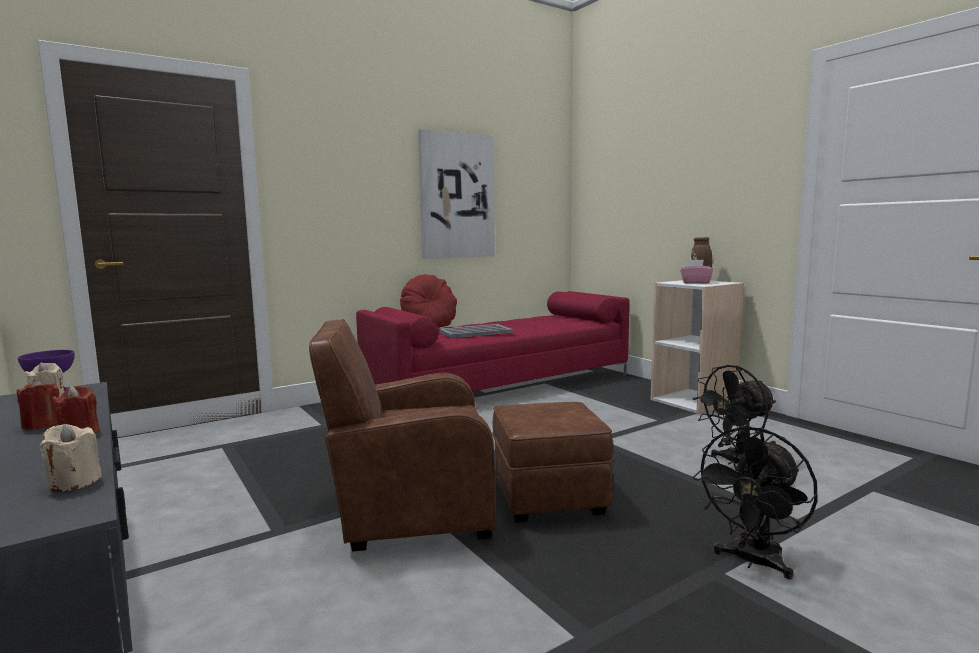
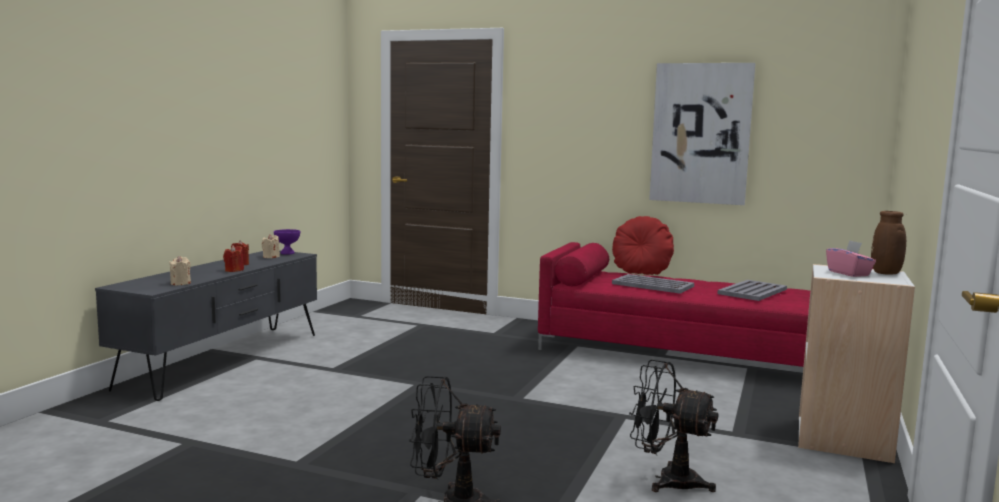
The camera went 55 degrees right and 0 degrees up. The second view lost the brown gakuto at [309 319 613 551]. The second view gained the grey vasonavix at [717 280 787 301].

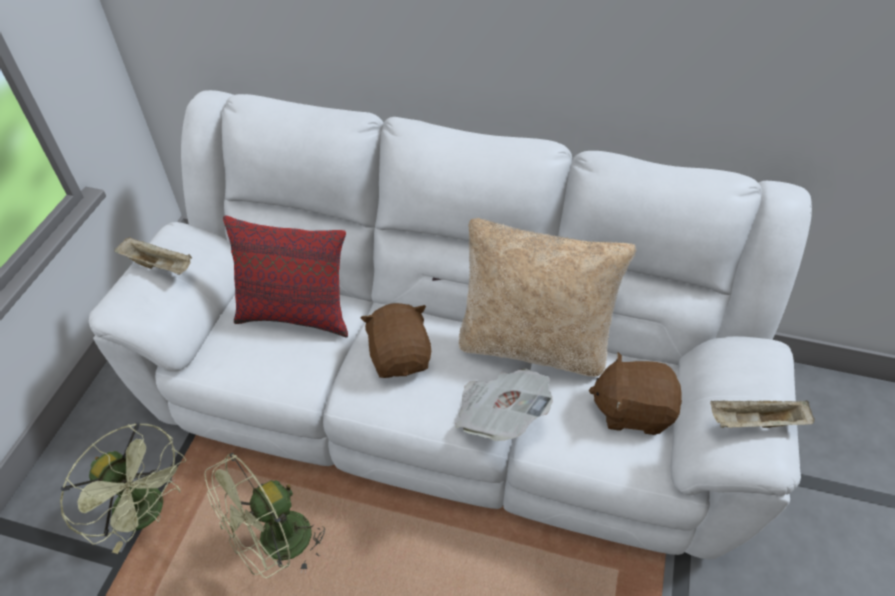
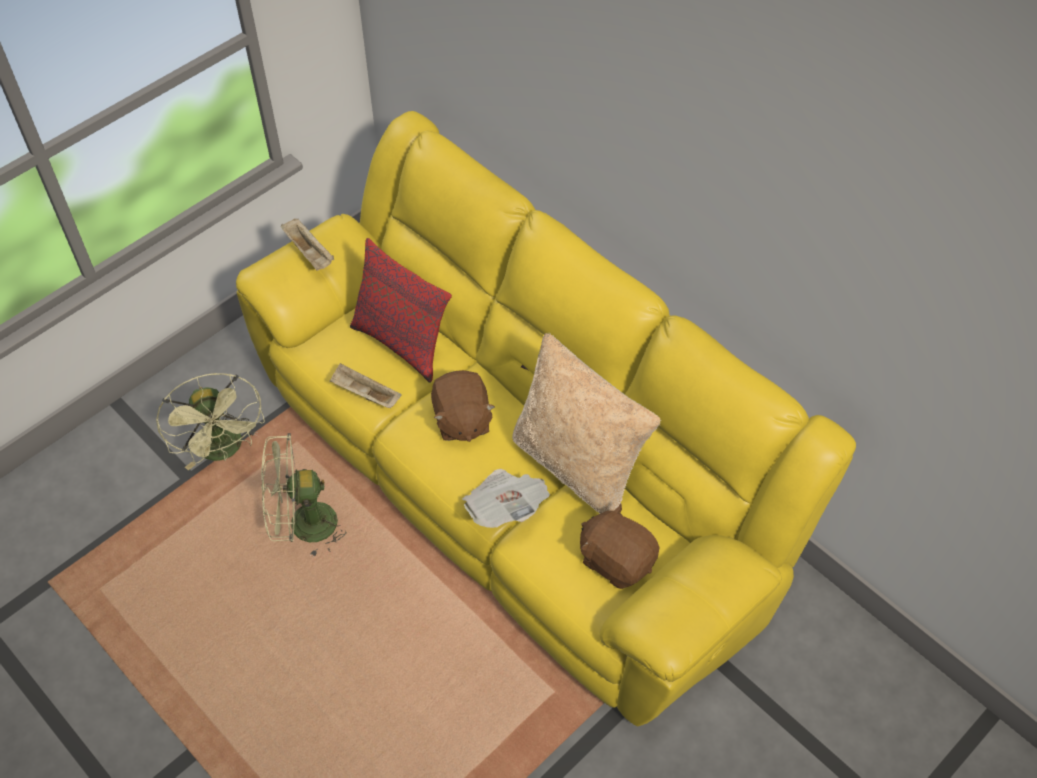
The camera went 30 degrees right and 5 degrees up. The beige vasonavix ended up elsewhere, having gone from [710 400 815 428] to [330 363 402 408]. What was the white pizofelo at [89 90 812 559] turned into the yellow pizofelo at [236 111 856 726]. The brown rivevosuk at [361 303 431 378] ended up facing another way, 150 degrees clockwise from before.

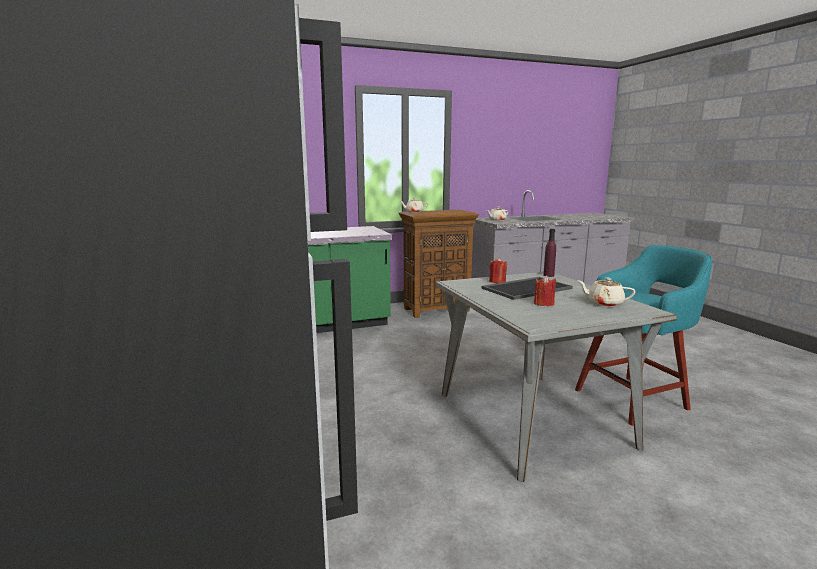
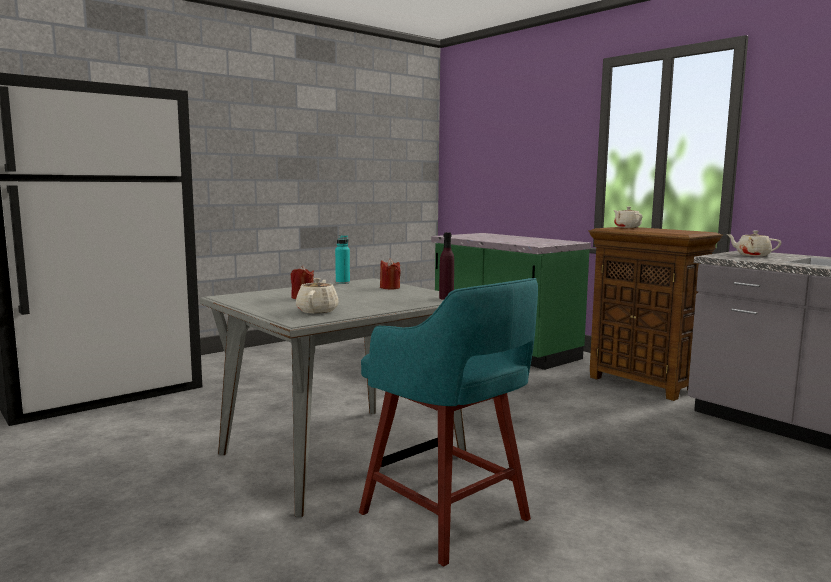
The camera went 70 degrees right and 5 degrees down. The second view lost the vasonavix at [482 277 573 300]. The second view gained the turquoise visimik at [335 235 350 284].

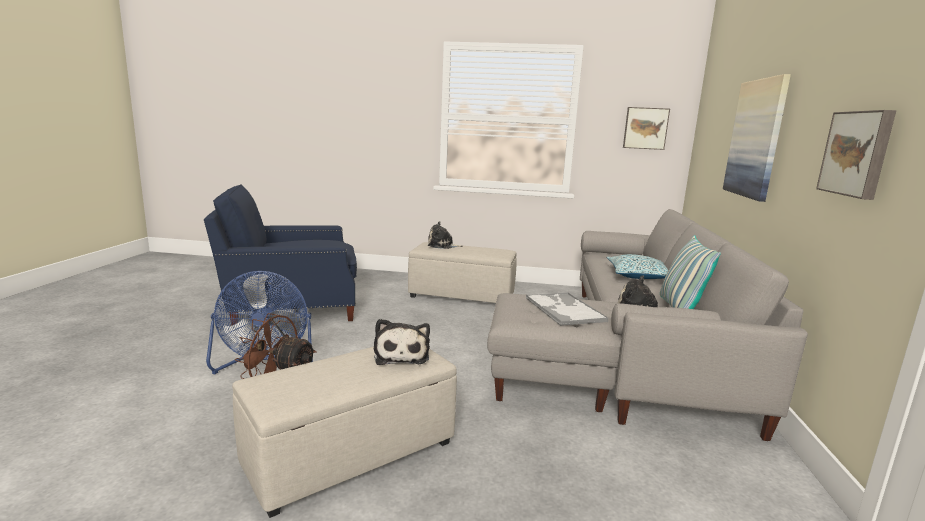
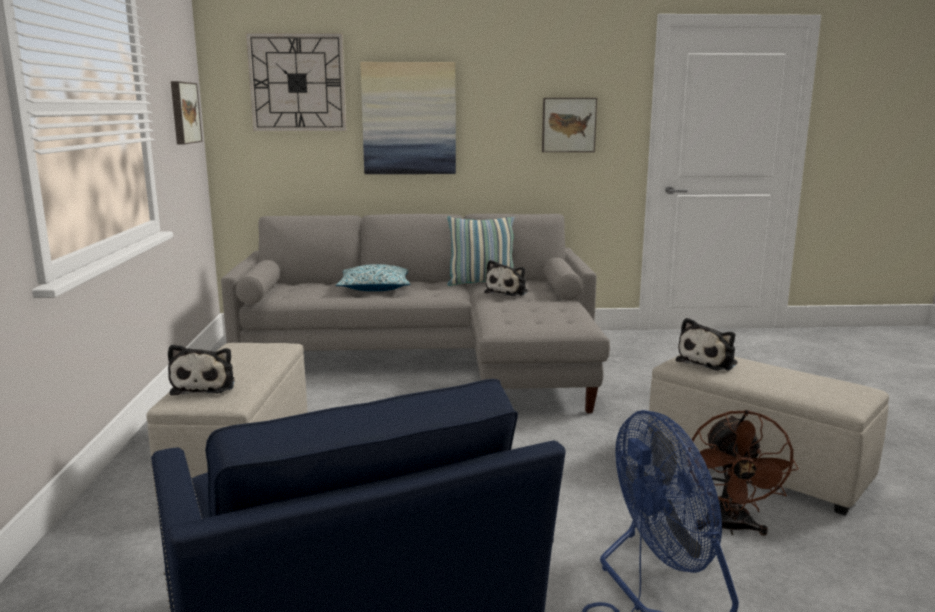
The camera went 100 degrees left and 0 degrees up. The second view lost the vasonavix at [526 292 608 326]. The second view gained the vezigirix at [246 33 346 131]. The rivevosuk at [374 319 430 365] ended up facing another way, 150 degrees clockwise from before.

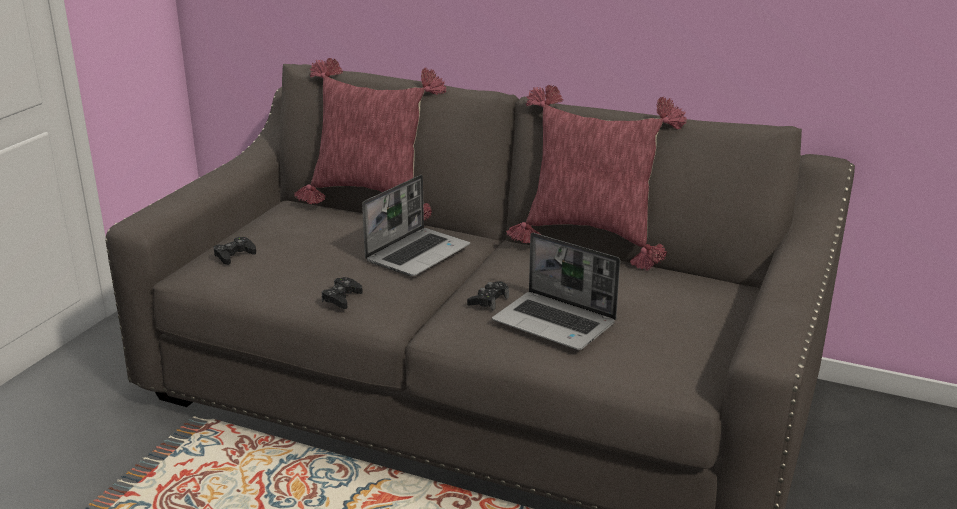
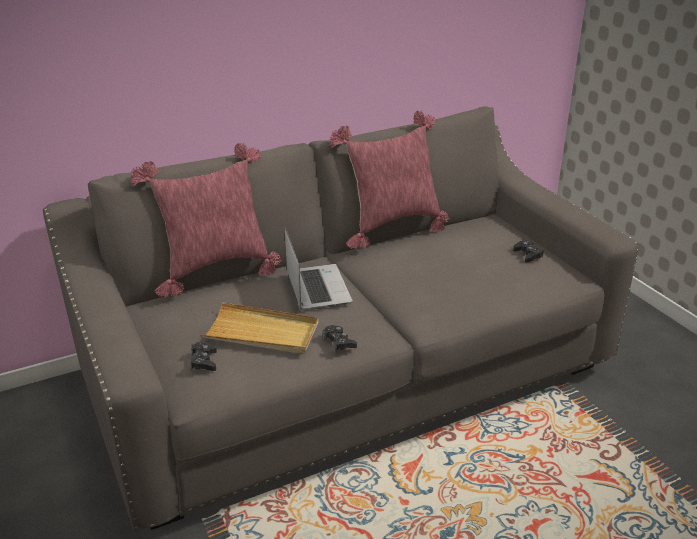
The camera went 50 degrees left and 5 degrees up. The second view lost the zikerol at [492 233 620 350]. The second view gained the beige vasonavix at [200 302 318 354]. The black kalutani ended up elsewhere, having gone from [467 281 509 311] to [513 240 544 263].

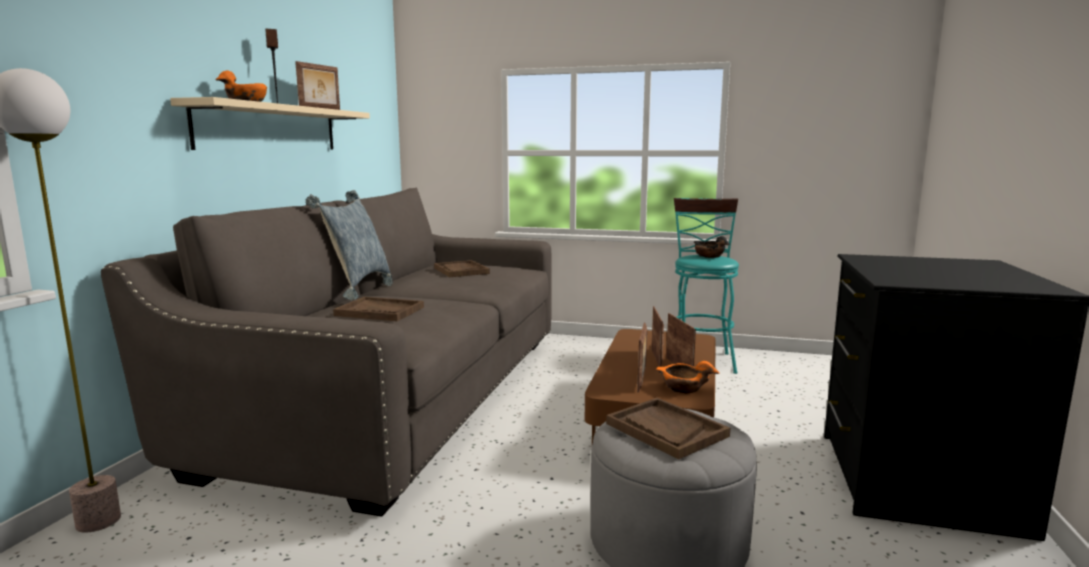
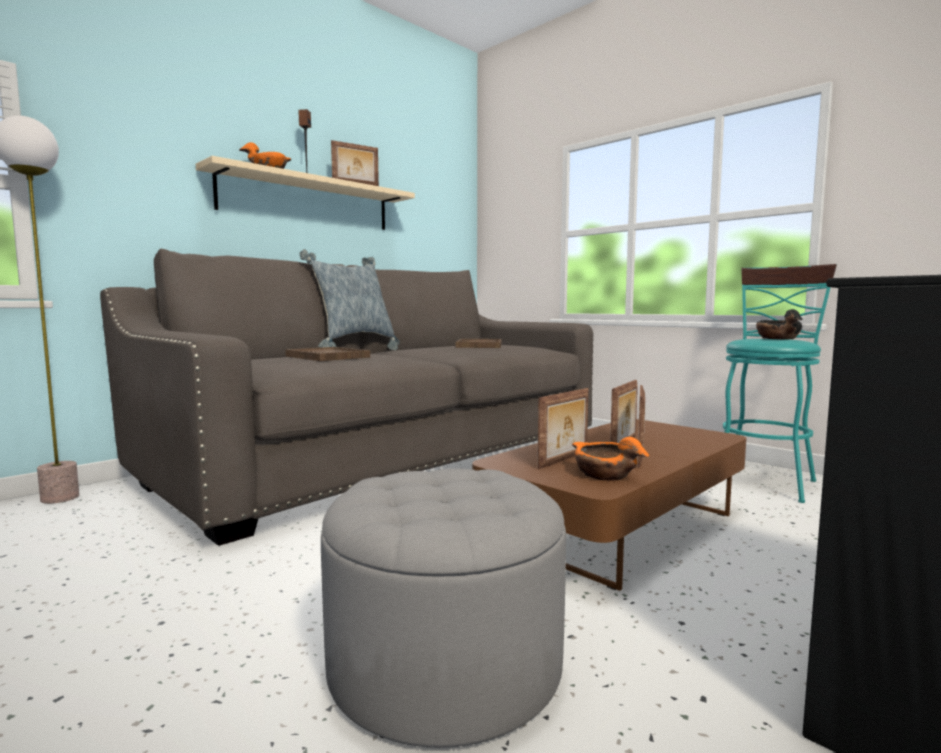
The camera went 30 degrees right and 5 degrees down. The second view lost the brown vasonavix at [606 398 730 460].

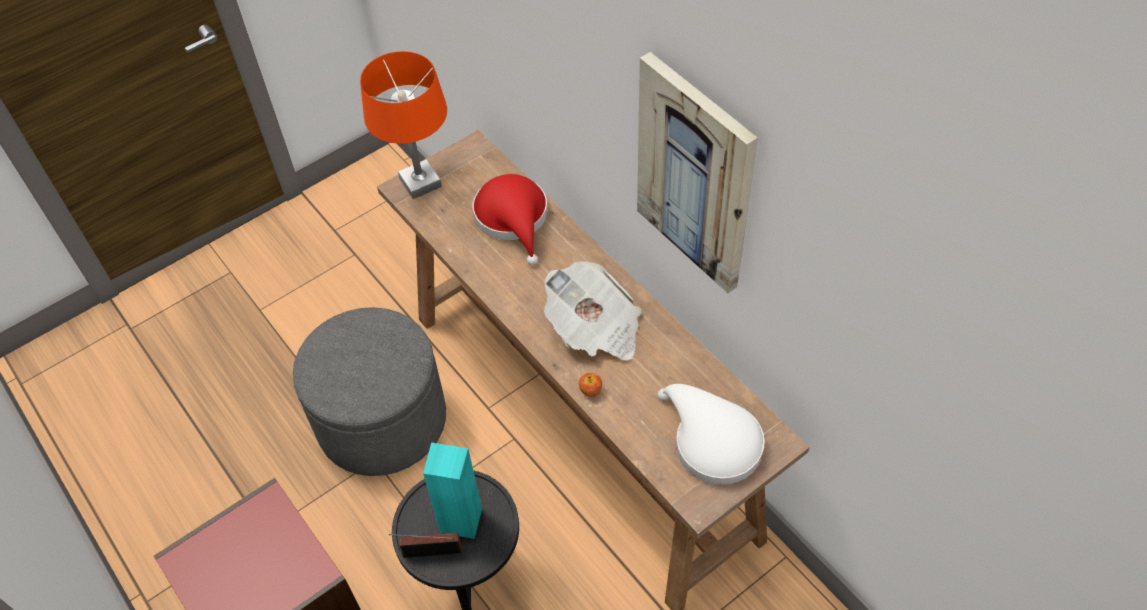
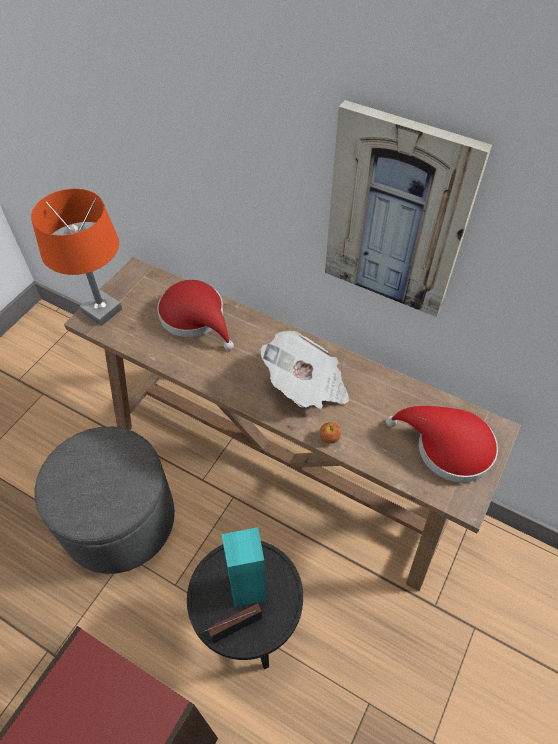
The camera went 25 degrees left and 0 degrees up. What was the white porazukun at [657 384 765 485] turned into the red porazukun at [386 406 498 483].

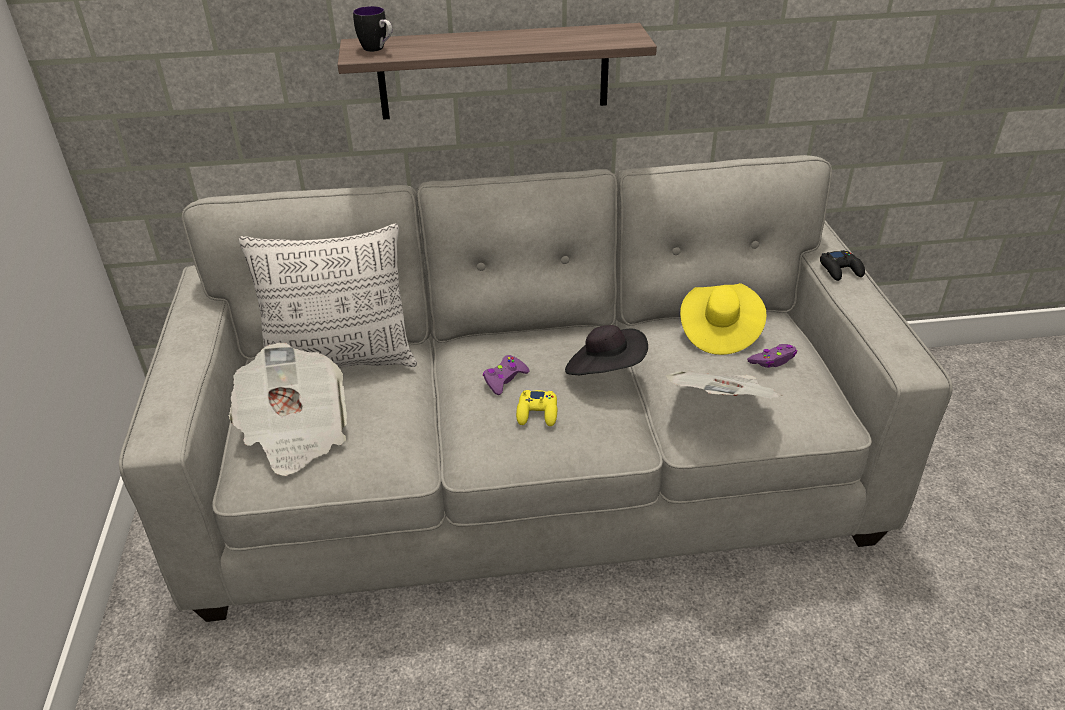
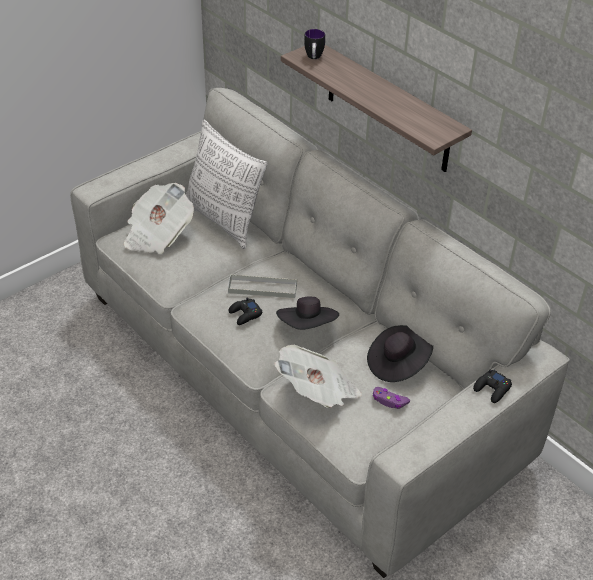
The camera went 55 degrees right and 5 degrees up. Where the purple kalutani stood at [483 355 530 395], the grey vasonavix came to stand at [228 274 297 298]. What was the yellow kalutani at [516 390 558 426] turned into the black kalutani at [229 297 262 325]. What was the yellow porazukun at [680 283 766 355] turned into the black porazukun at [367 325 433 382].

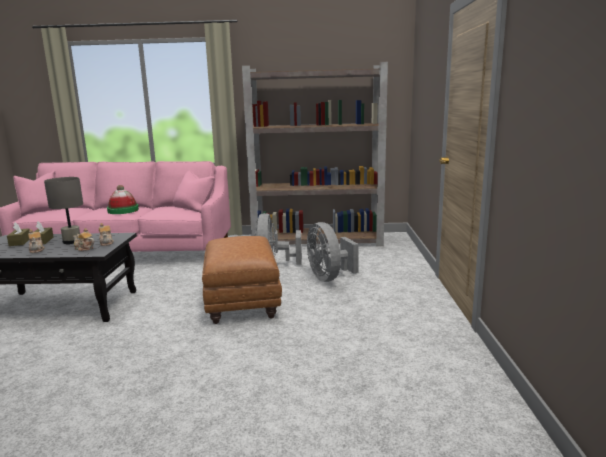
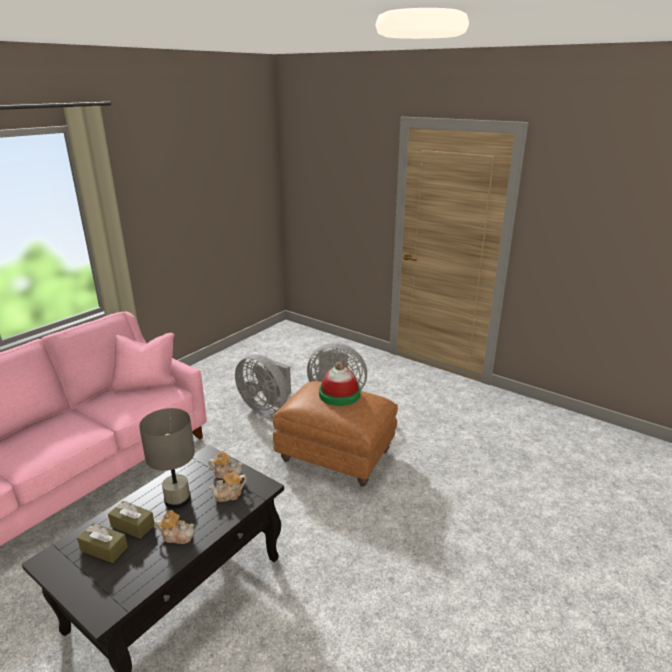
The camera went 55 degrees left and 10 degrees up. The second view lost the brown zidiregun at [242 62 388 246]. The porazukun ended up elsewhere, having gone from [107 185 139 214] to [319 361 361 406].

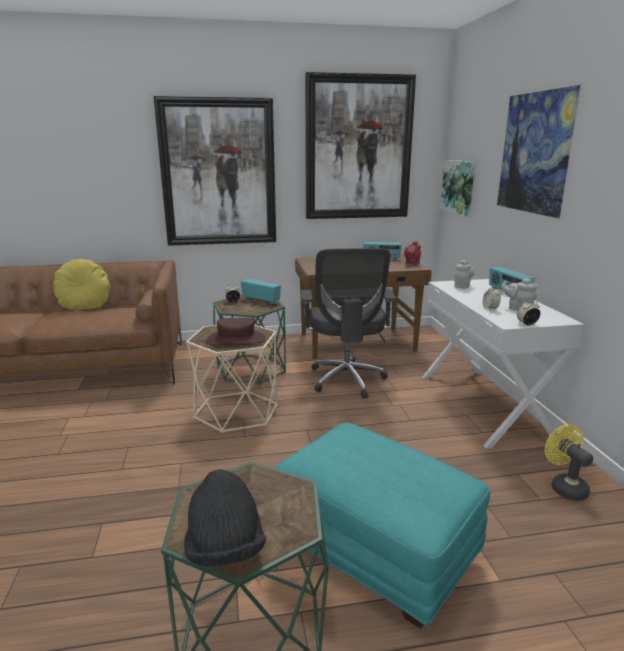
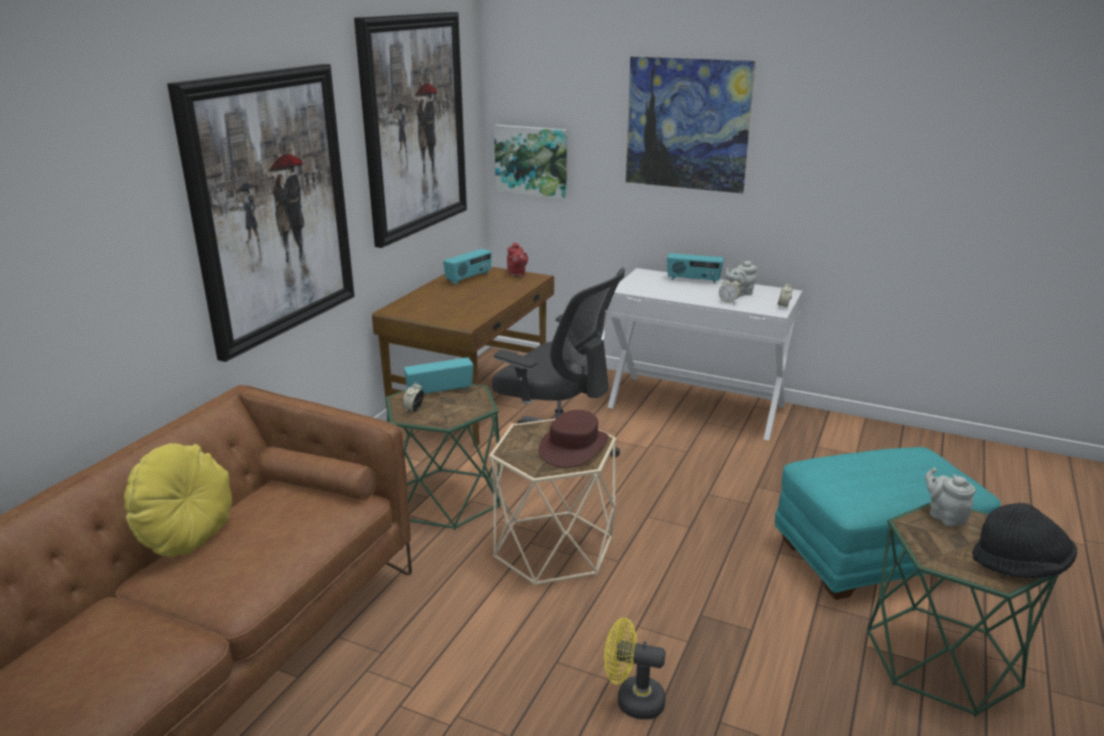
The camera went 55 degrees left and 5 degrees up. The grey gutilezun ended up elsewhere, having gone from [454 260 475 289] to [925 467 975 527]. The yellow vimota ended up elsewhere, having gone from [545 425 593 501] to [604 618 666 720].

